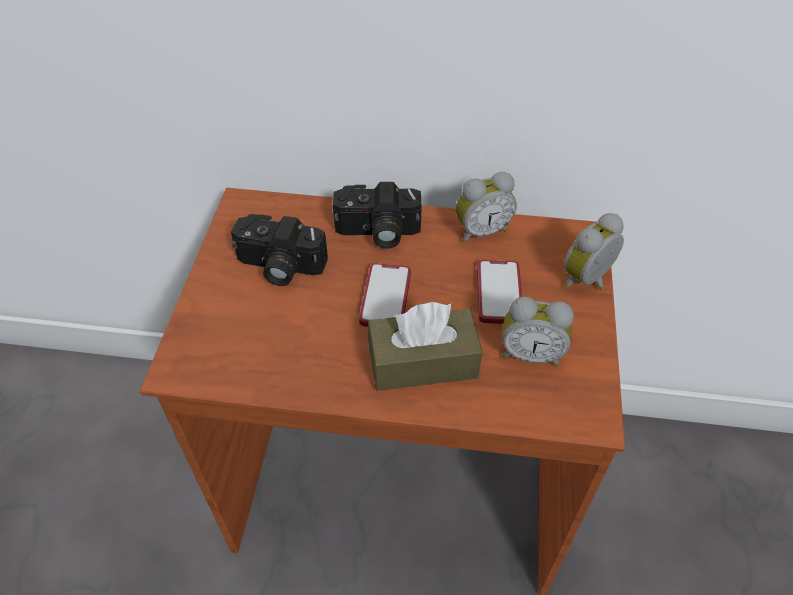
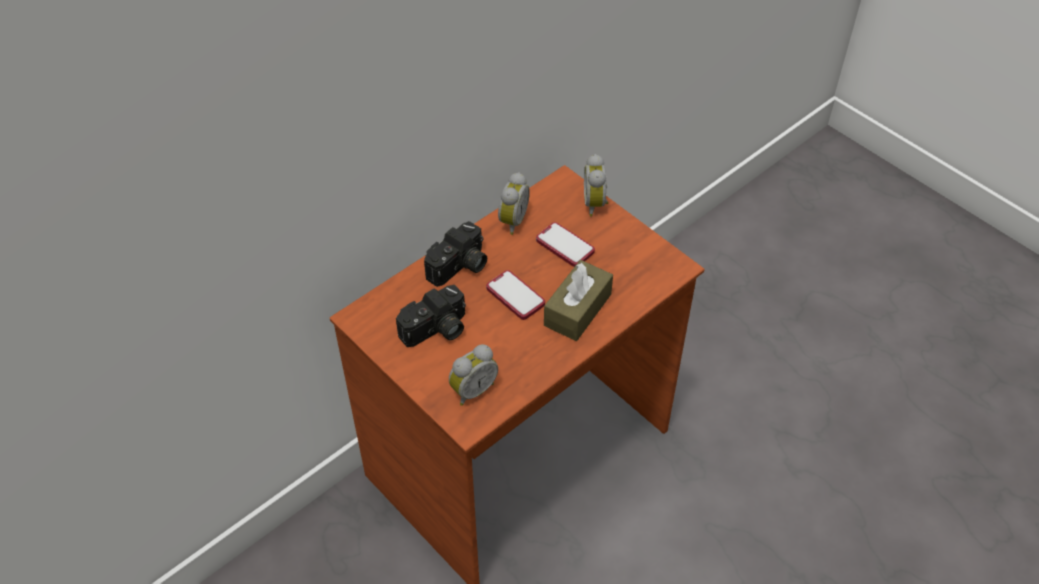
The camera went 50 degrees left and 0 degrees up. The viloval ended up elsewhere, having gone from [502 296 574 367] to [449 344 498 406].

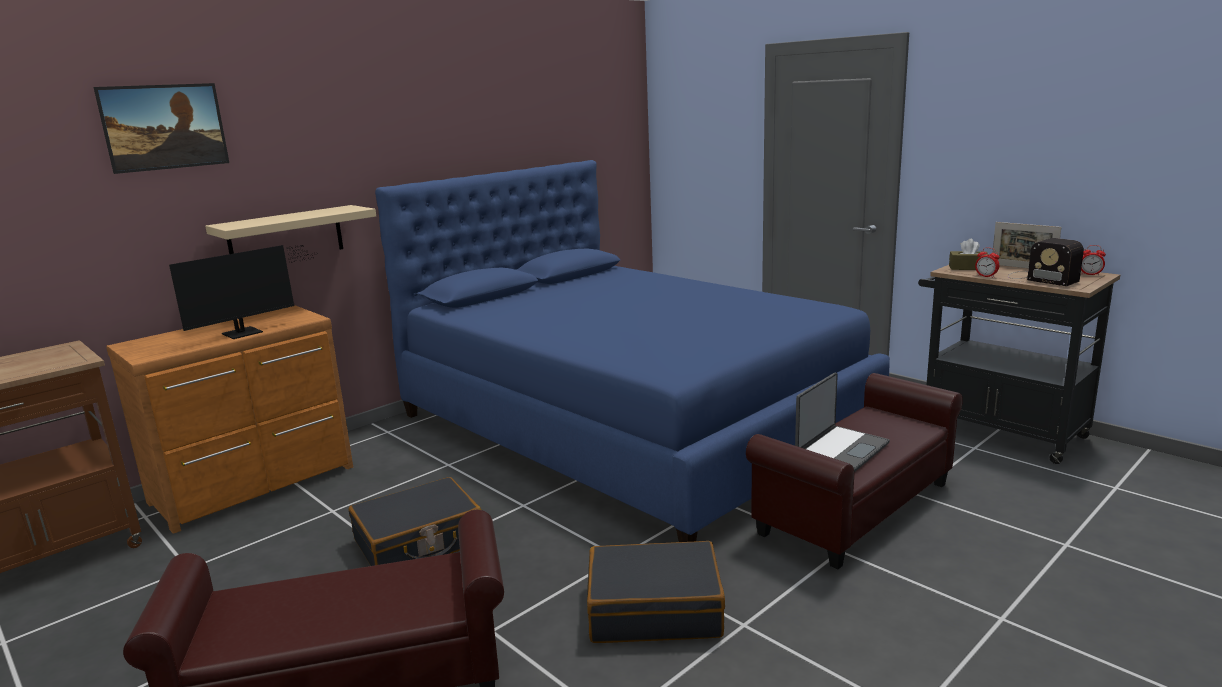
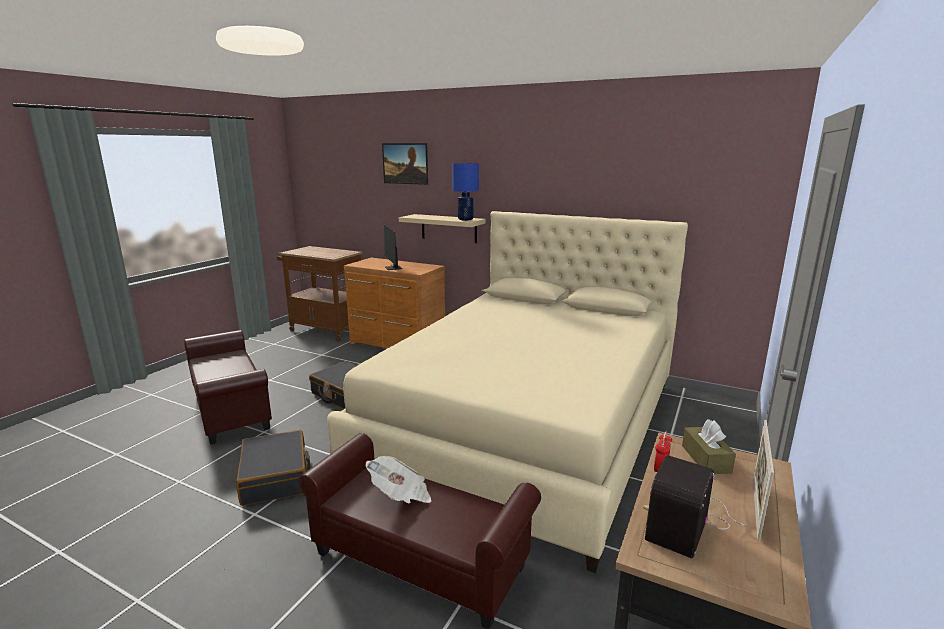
The camera went 70 degrees right and 0 degrees up. The second view lost the viloval at [1081 245 1106 276]. The second view gained the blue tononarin at [452 163 479 221]. Where the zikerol stood at [795 373 890 472], the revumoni came to stand at [365 456 432 504]. What was the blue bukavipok at [375 160 890 542] turned into the beige bukavipok at [327 211 688 573]. The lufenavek at [169 245 318 339] ended up facing another way, 45 degrees clockwise from before.

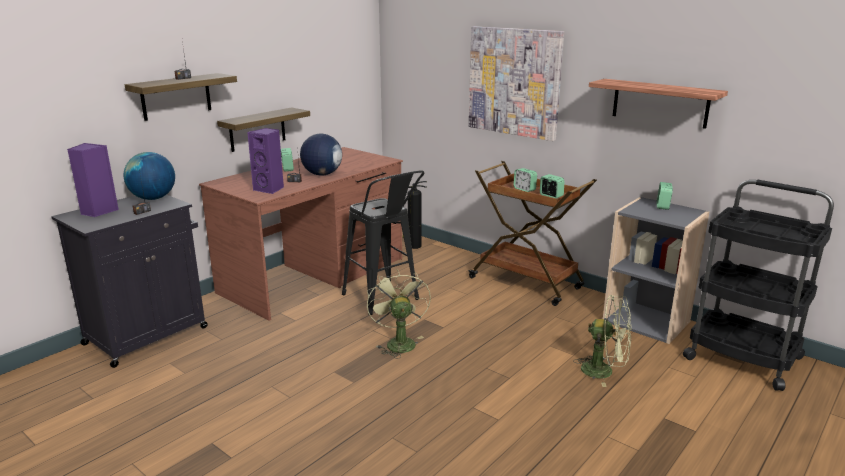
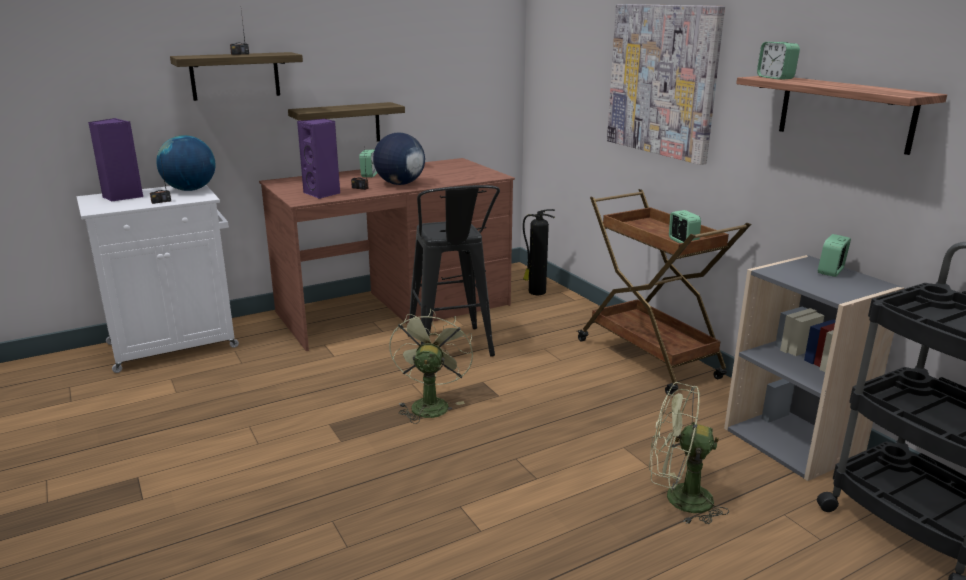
The camera went 20 degrees right and 0 degrees up. The viloval ended up elsewhere, having gone from [513 168 537 192] to [757 42 800 80]. What was the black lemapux at [51 195 208 368] turned into the white lemapux at [76 185 239 373]. The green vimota at [573 295 632 387] ended up facing another way, 150 degrees clockwise from before.

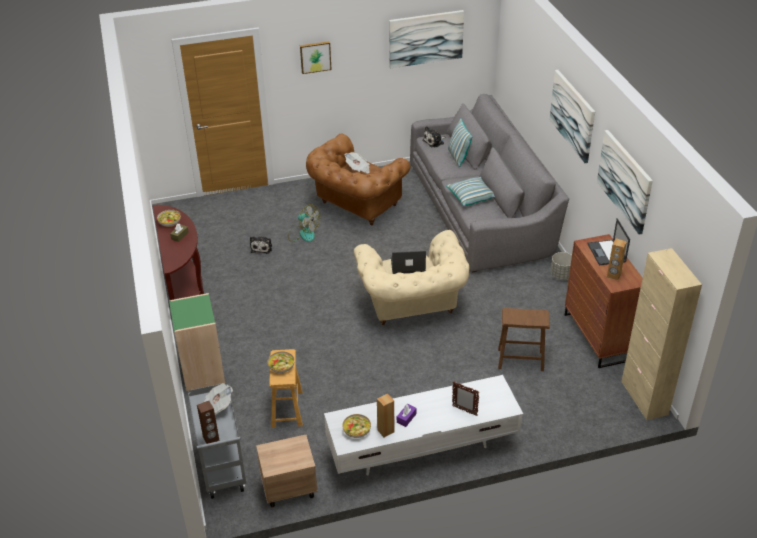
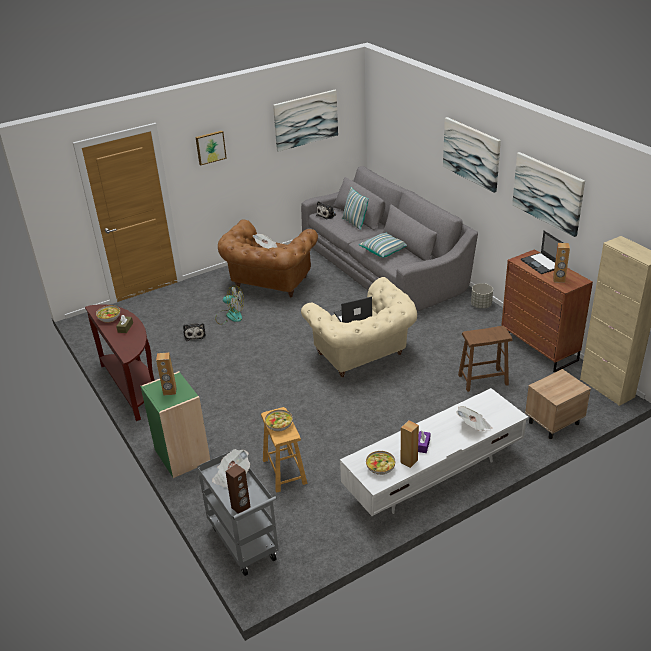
The camera went 15 degrees left and 5 degrees down. The second view gained the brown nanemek at [156 352 177 396]. The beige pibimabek ended up elsewhere, having gone from [256 435 318 507] to [525 369 591 439]. Where the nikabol stood at [452 382 480 416], the revumoni came to stand at [456 406 492 431].

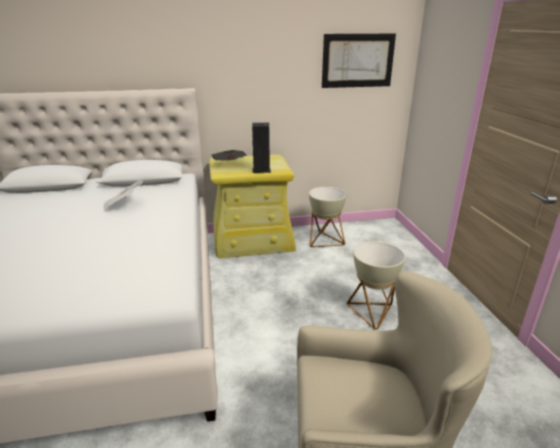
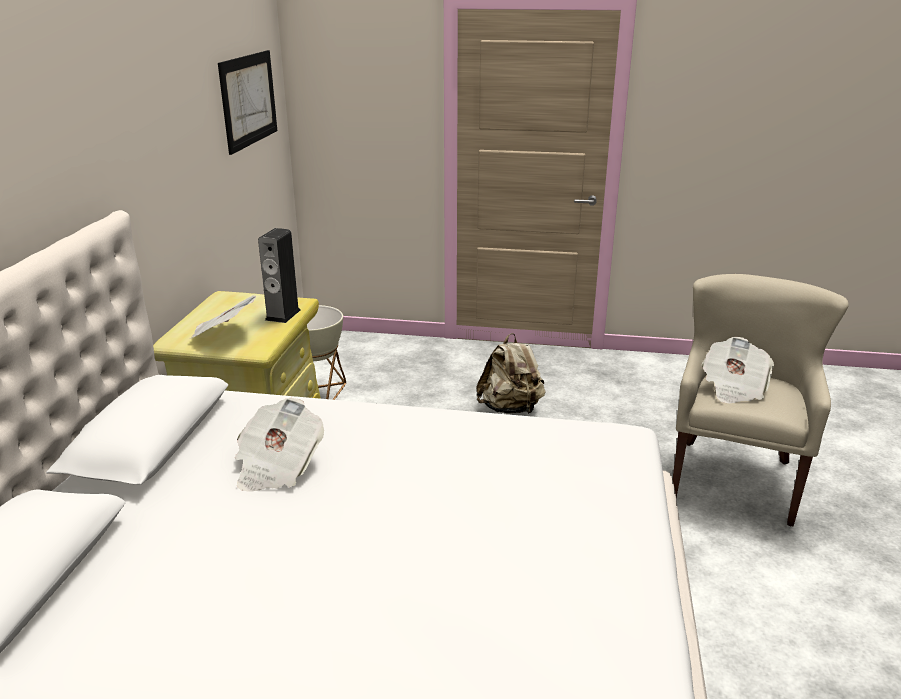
The camera went 70 degrees left and 0 degrees up. The second view gained the revumoni at [702 337 774 403]. Where the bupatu stood at [347 241 405 330], the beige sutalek came to stand at [476 333 546 414].

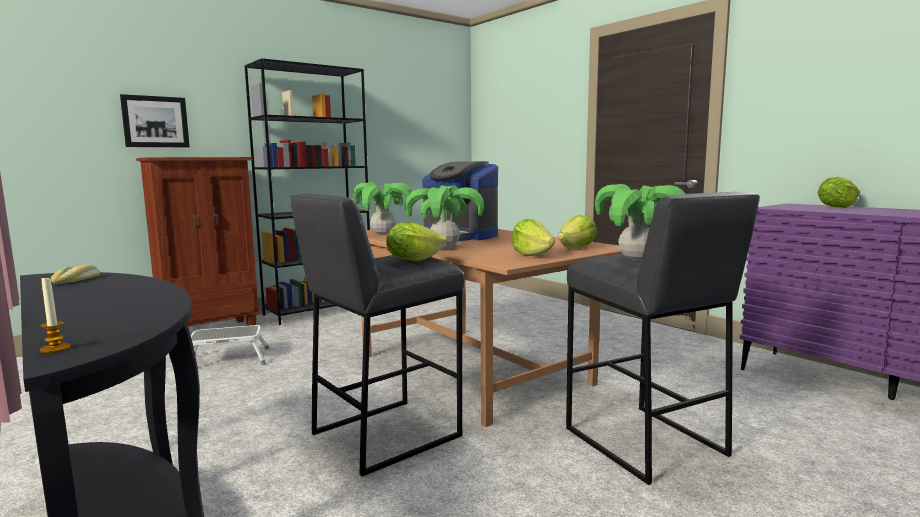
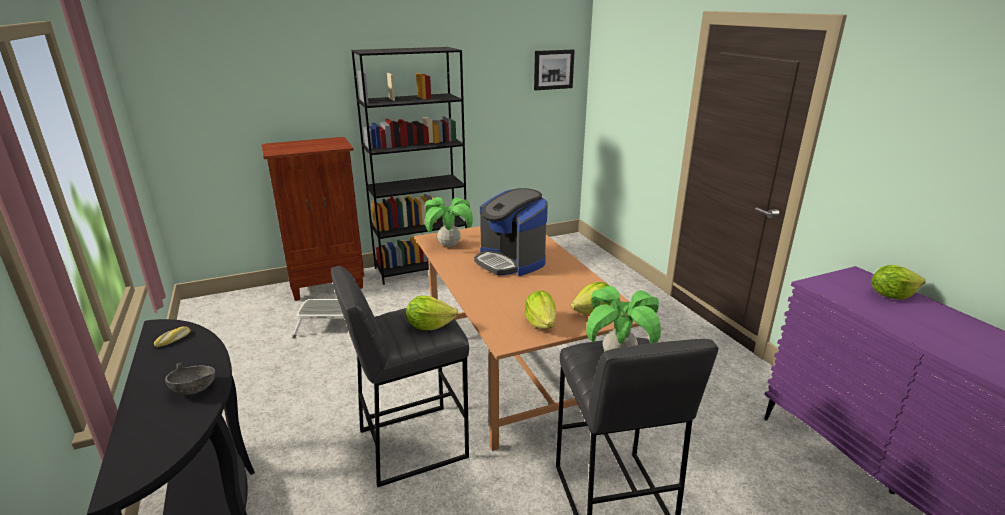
The camera went 15 degrees right and 15 degrees up. The second view lost the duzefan at [40 276 71 353]. The second view lost the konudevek at [405 185 484 249]. The second view gained the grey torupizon at [165 363 215 395]. The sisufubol ended up elsewhere, having gone from [120 94 190 147] to [534 50 575 90].

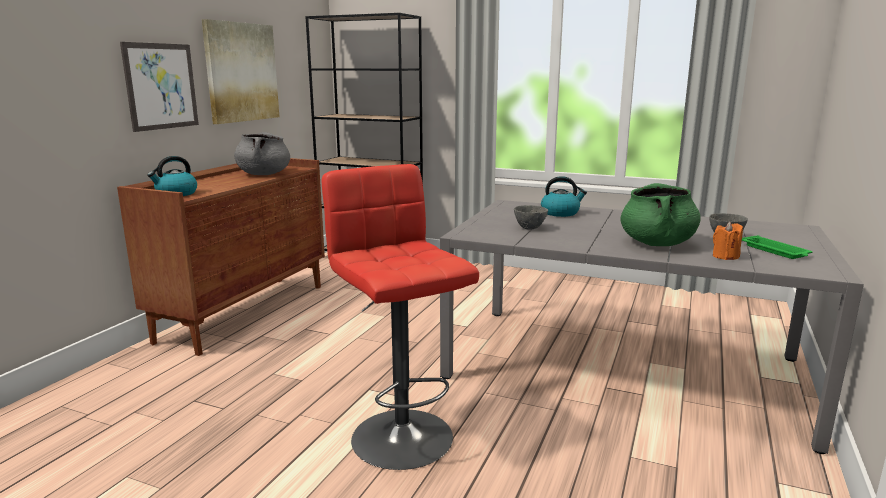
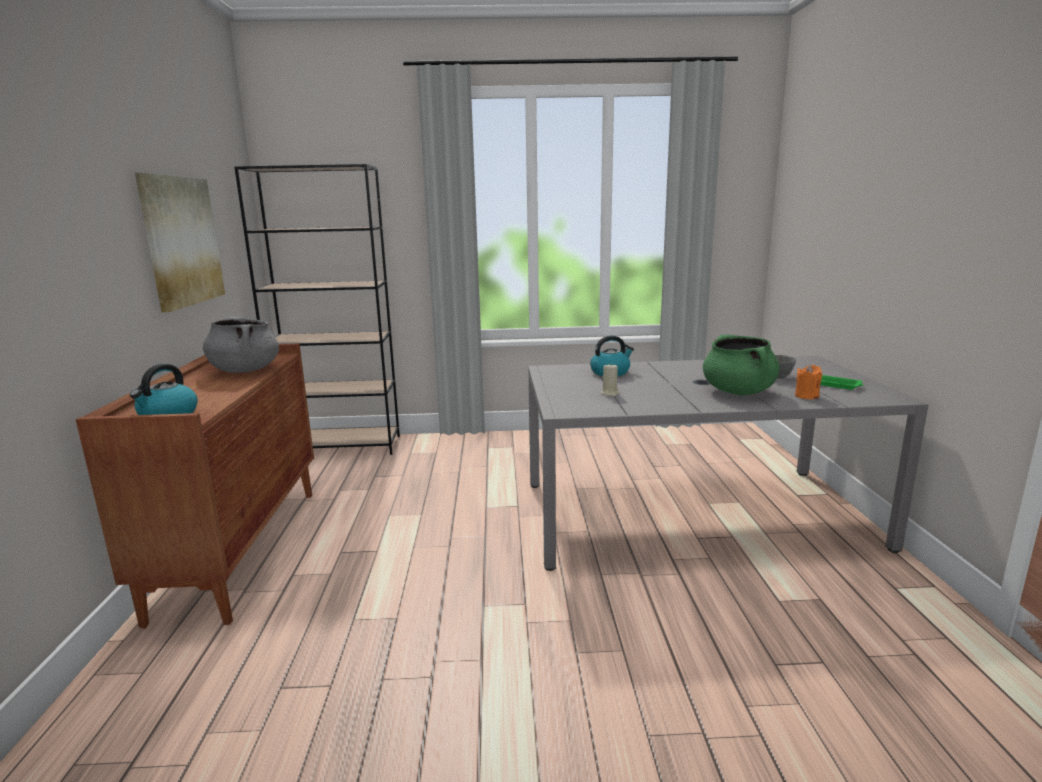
The camera went 25 degrees left and 0 degrees up. The second view lost the sisufubol at [120 42 199 132]. The second view lost the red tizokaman at [322 164 479 470]. Where the grey torupizon stood at [514 205 548 230], the beige duzefan came to stand at [601 365 619 396].

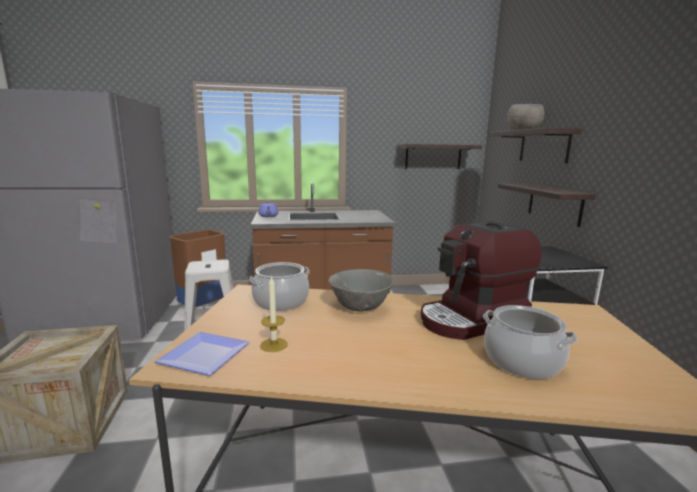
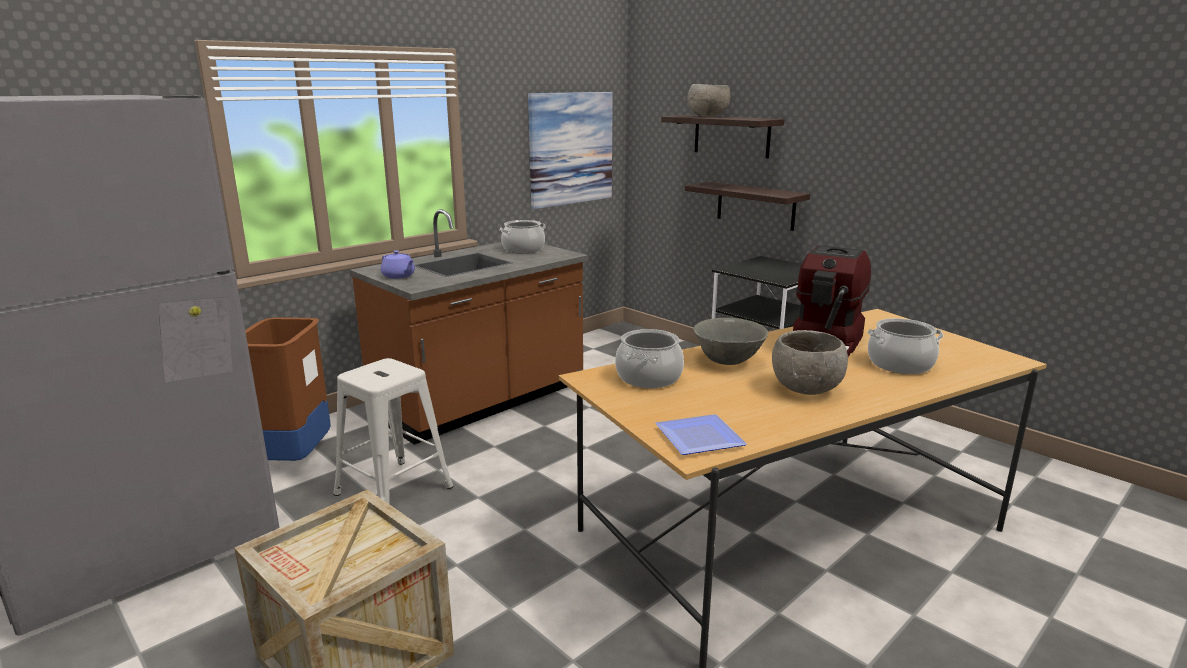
The camera went 35 degrees left and 5 degrees up. The second view lost the duzefan at [260 276 288 352]. The second view gained the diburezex at [500 220 546 253]. The second view gained the grey torupizon at [772 330 848 395]. Where the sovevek hung at [398 144 482 169], the sisufubol came to hang at [528 92 613 209].

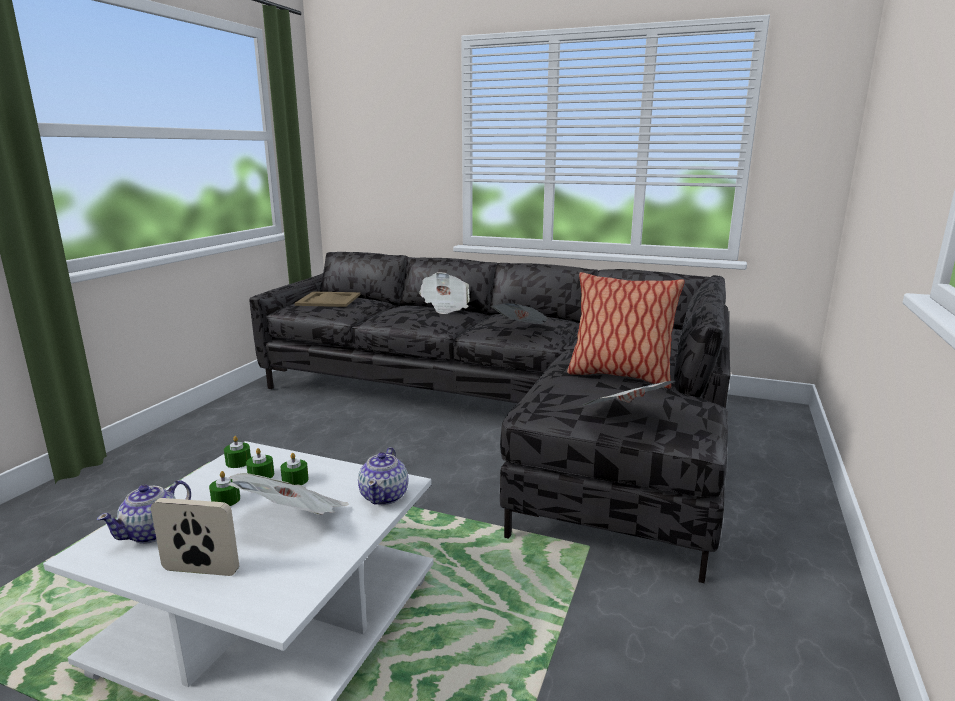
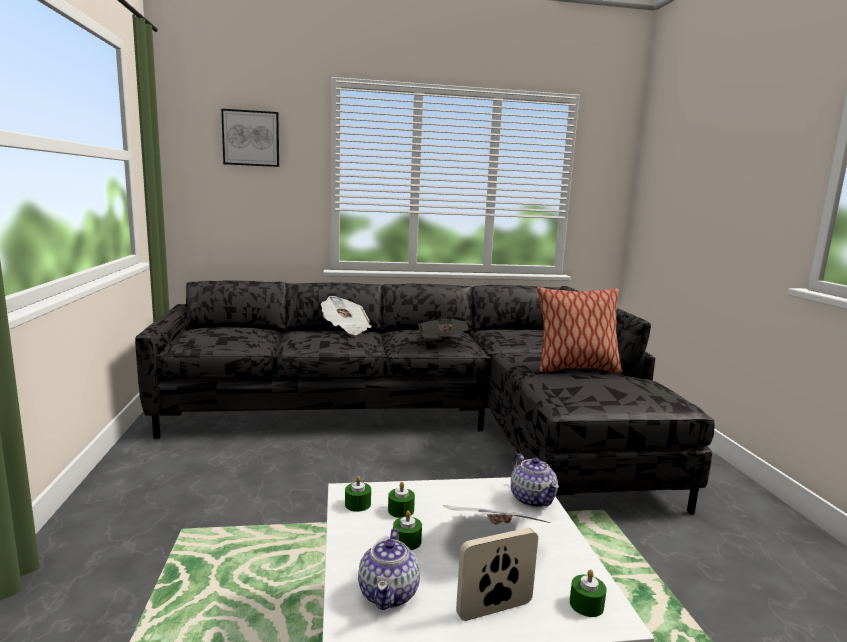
The camera went 30 degrees left and 5 degrees down. The second view lost the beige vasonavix at [294 291 360 307]. The second view lost the revumoni at [578 381 675 407]. The second view gained the sisufubol at [221 109 279 167]. The green duzefan ended up elsewhere, having gone from [281 453 309 485] to [570 569 607 617].

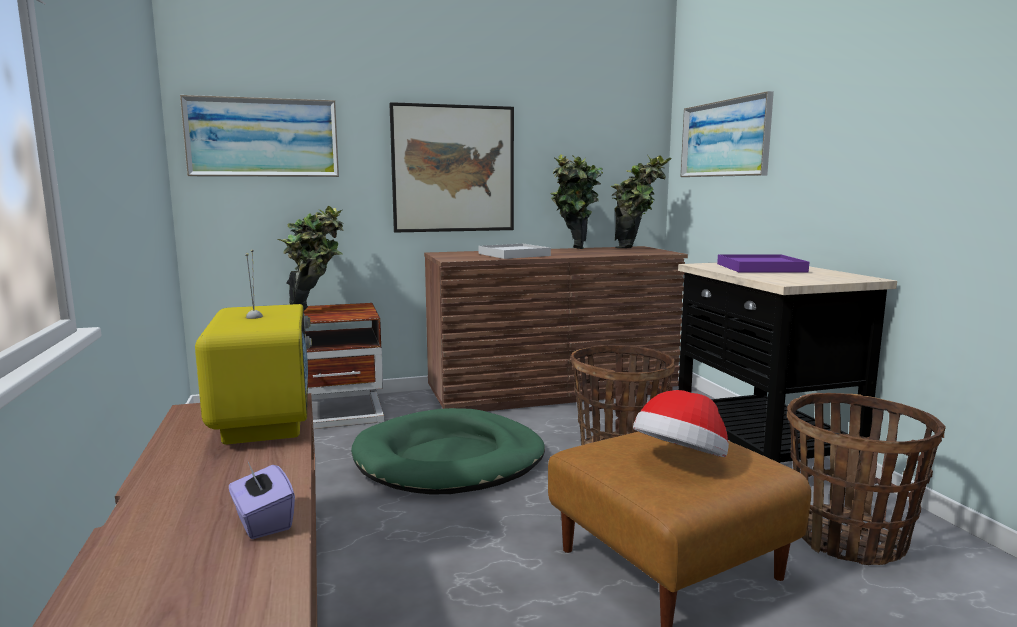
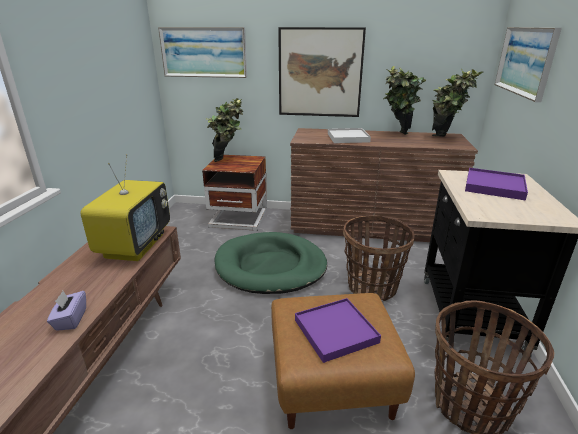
The camera went 25 degrees right and 15 degrees up. Where the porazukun stood at [633 390 729 457], the purple vasonavix came to stand at [295 298 381 363].

